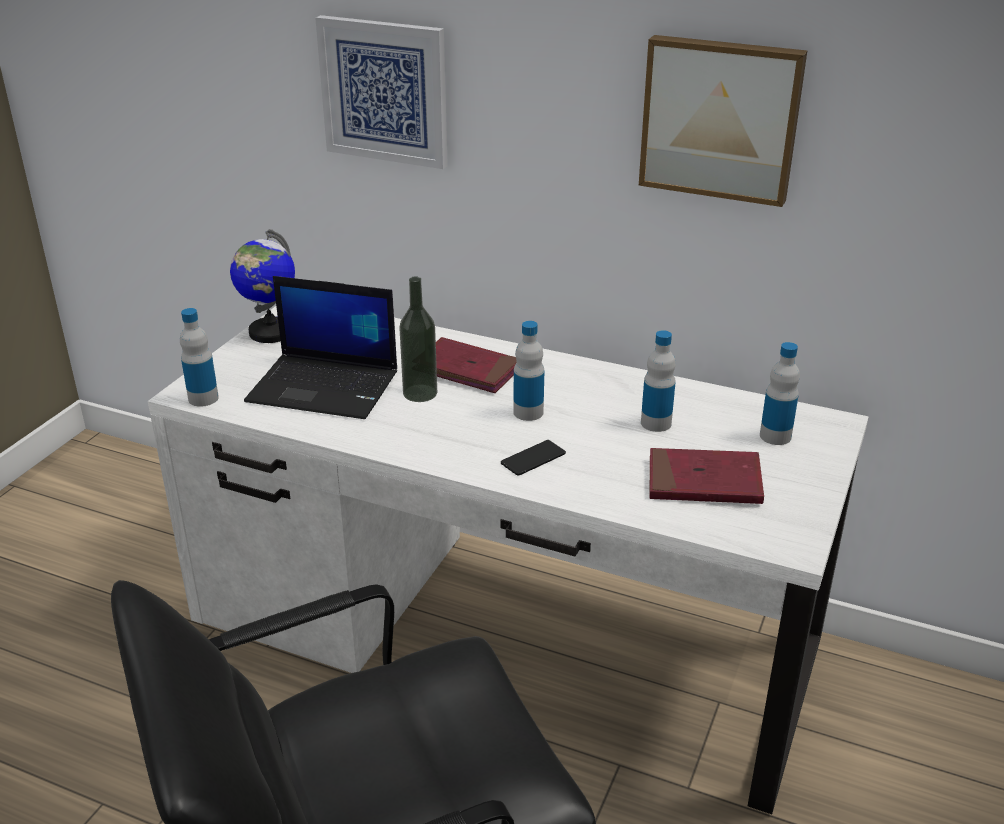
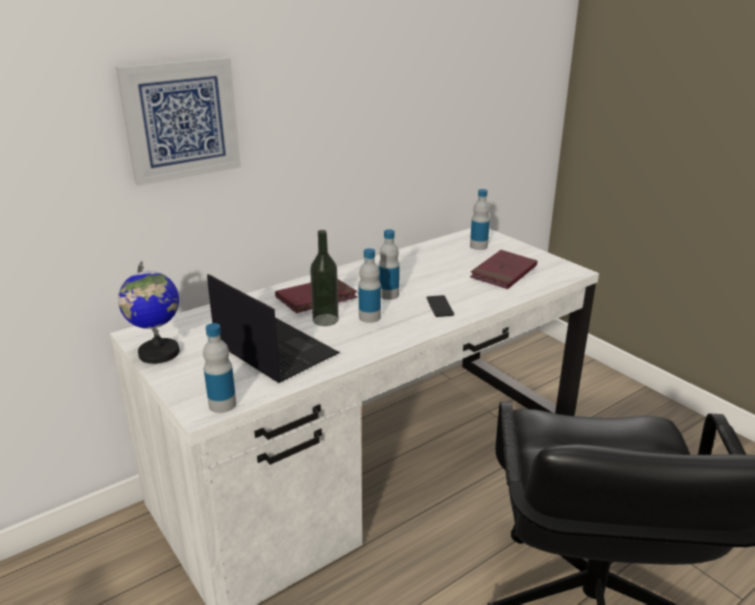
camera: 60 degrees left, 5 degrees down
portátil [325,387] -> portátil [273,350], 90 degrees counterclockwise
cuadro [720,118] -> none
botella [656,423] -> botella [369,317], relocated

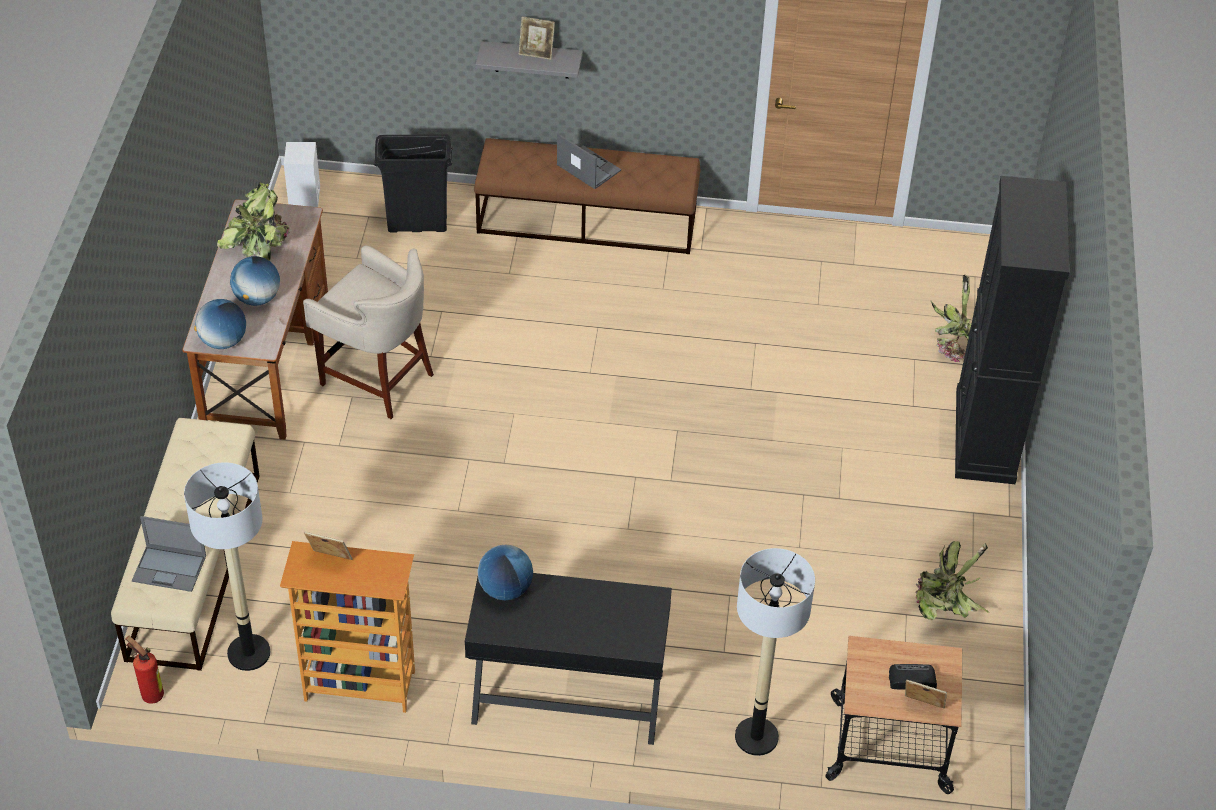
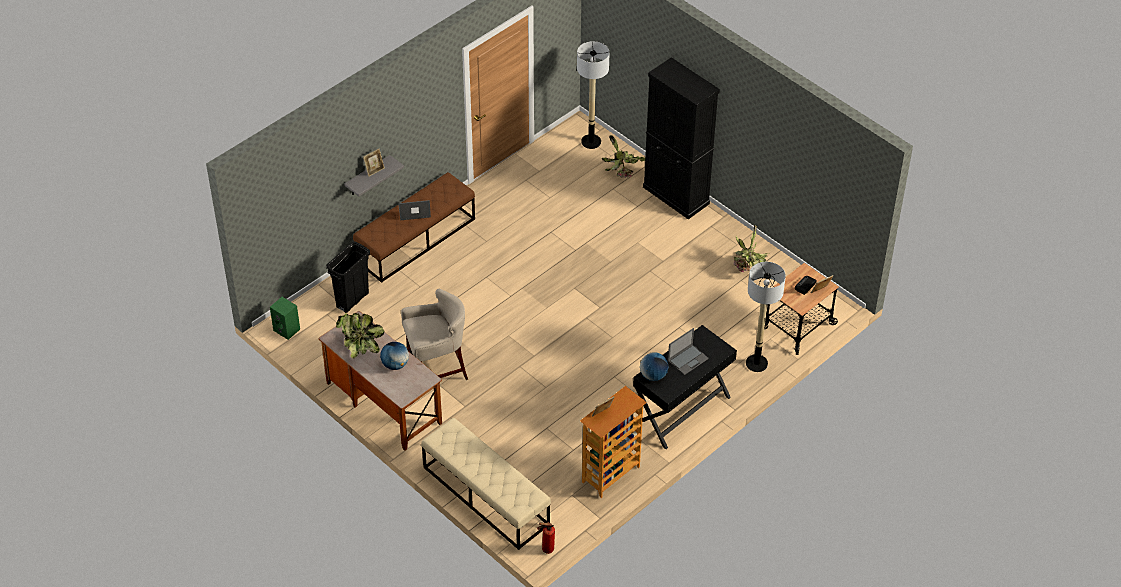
camera: 50 degrees left, 0 degrees up
portátil [170,568] -> portátil [688,359], relocated
lámpara de pie [249,653] -> lámpara de pie [591,142], relocated
globo terráqueo [223,341] -> none
altavoz (blanco) [305,197] -> altavoz (verde) [287,330]

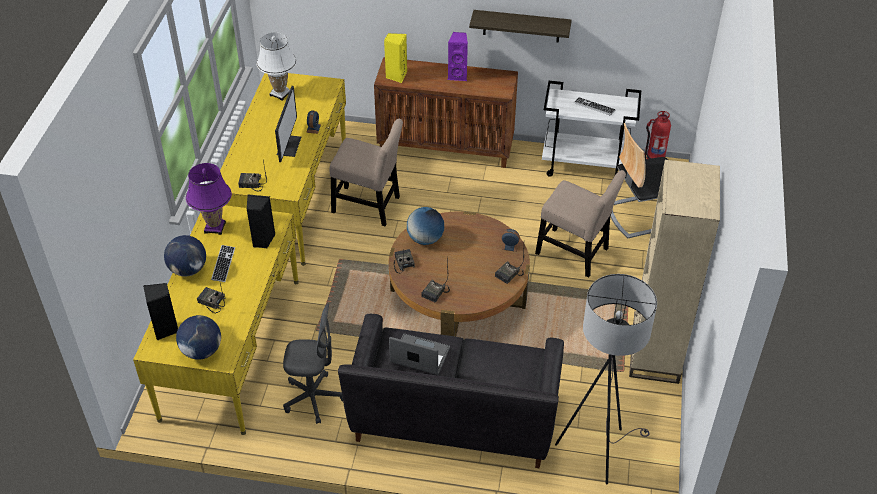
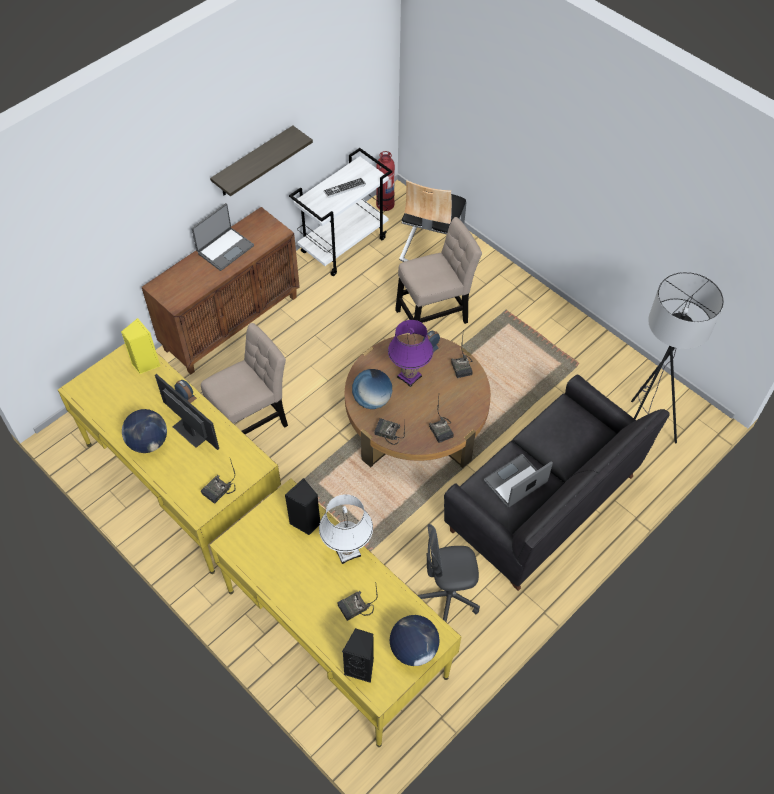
camera: 55 degrees left, 10 degrees up
globo terráqueo [188,269] -> globo terráqueo [148,442], relocated
lámpara de mesa (morado) [215,228] -> lámpara de mesa (morado) [409,377], relocated
teclado [223,264] -> none
lámpara de mesa (blanco) [280,94] -> lámpara de mesa (blanco) [347,551], relocated
silla de oficina (gris) [313,398] -> silla de oficina (gris) [447,597], 135 degrees counterclockwise
altavoz (amarillo) [396,75] -> altavoz (amarillo) [145,364], relocated
altavoz (morado) [458,75] -> portátil [225,249]
estantería (beis) [655,353] -> none

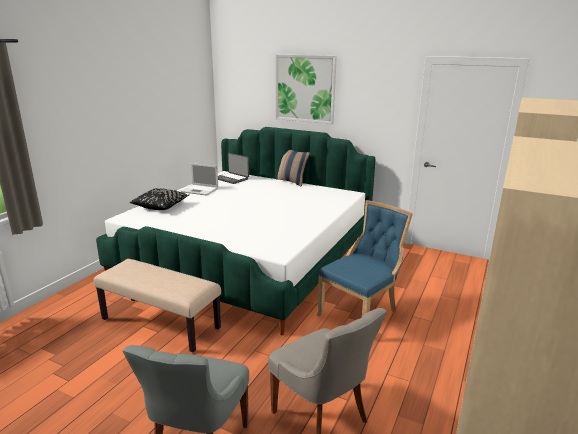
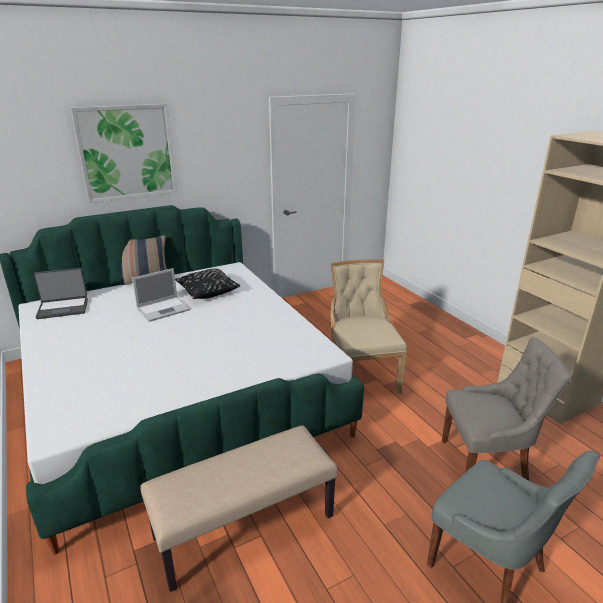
camera: 55 degrees left, 5 degrees up
cojín (negro) [161,206] -> cojín (negro) [207,291], relocated
portátil [200,190] -> portátil [164,309], relocated
silla (azul) [361,313] -> silla (beis) [361,375]

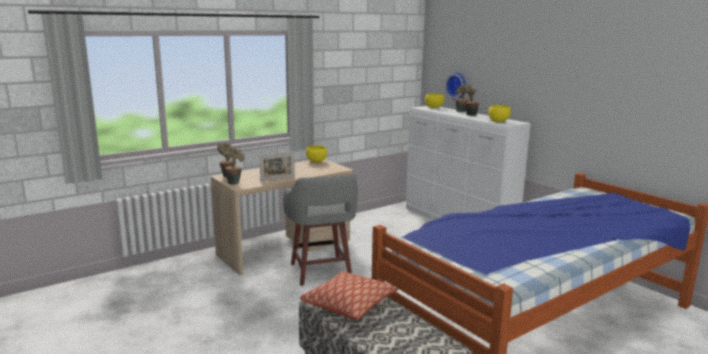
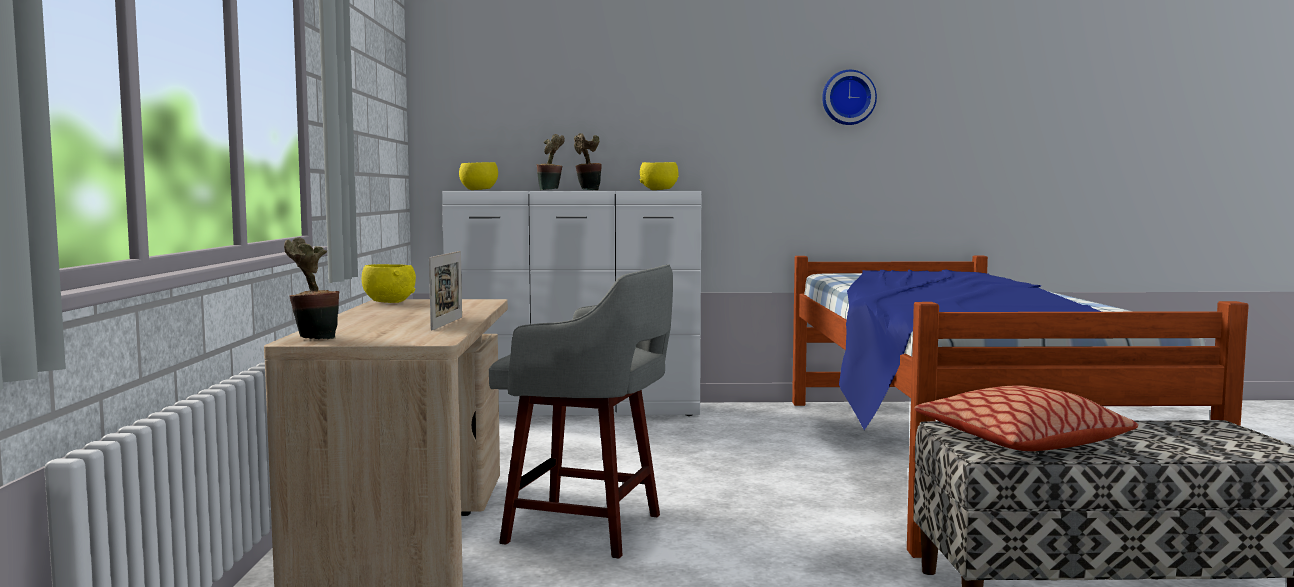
camera: 55 degrees left, 10 degrees down
planta en maceta [234,182] -> none
reloj de pared [457,85] -> reloj de pared [848,97], relocated

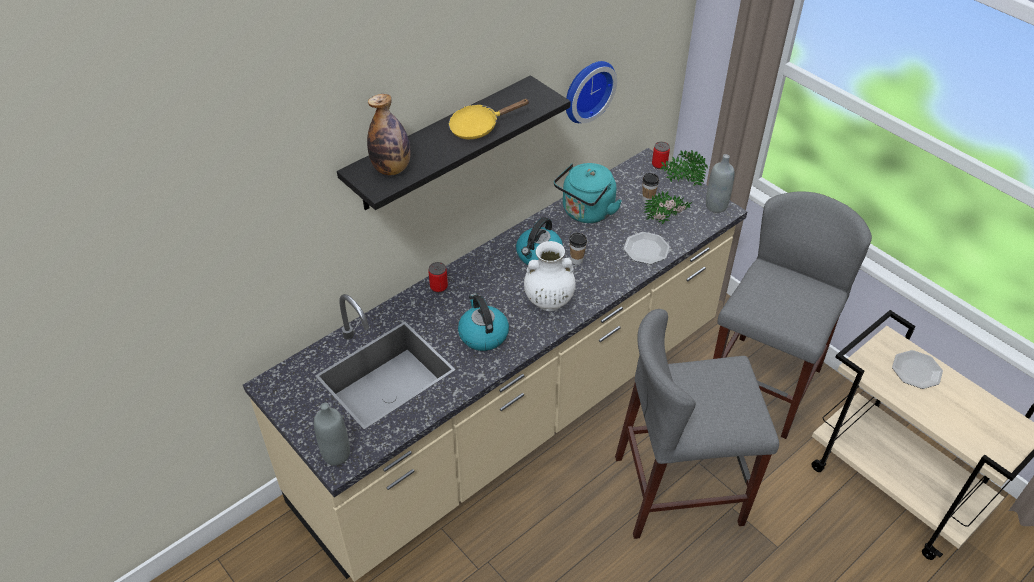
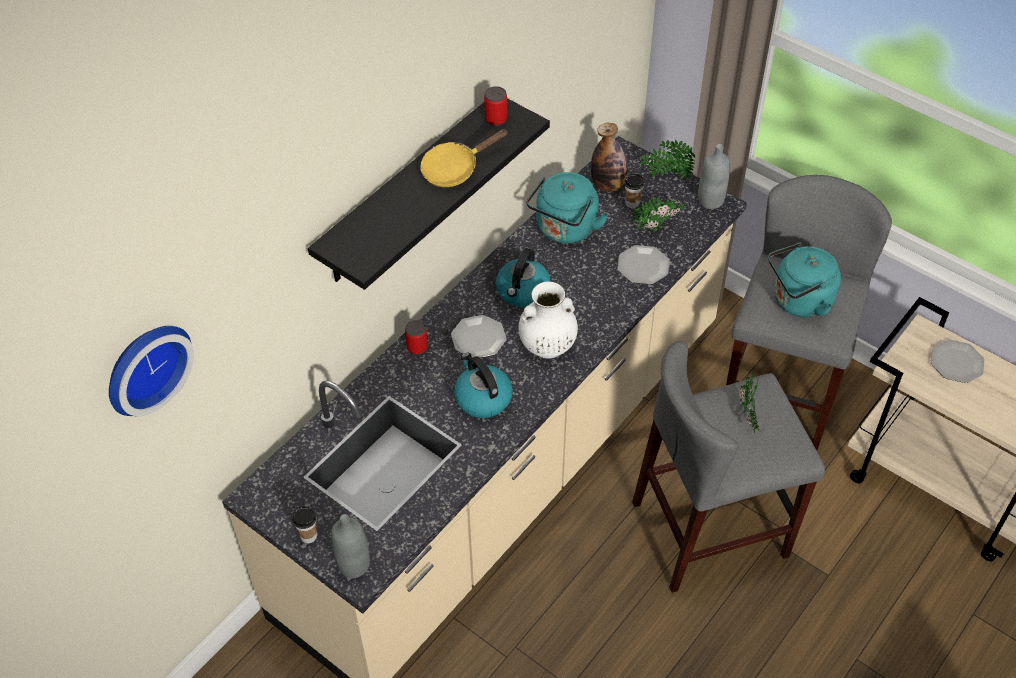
camera: 10 degrees left, 5 degrees up
botella [391,169] -> botella [608,184], relocated
reloj de pared [586,89] -> reloj de pared [144,366], relocated
taza [576,260] -> taza [308,536], relocated
lata [659,165] -> lata [496,119], relocated
none -> plato [479,338]
none -> planta en maceta [747,418]
none -> hervidor (turquesa) [798,301]

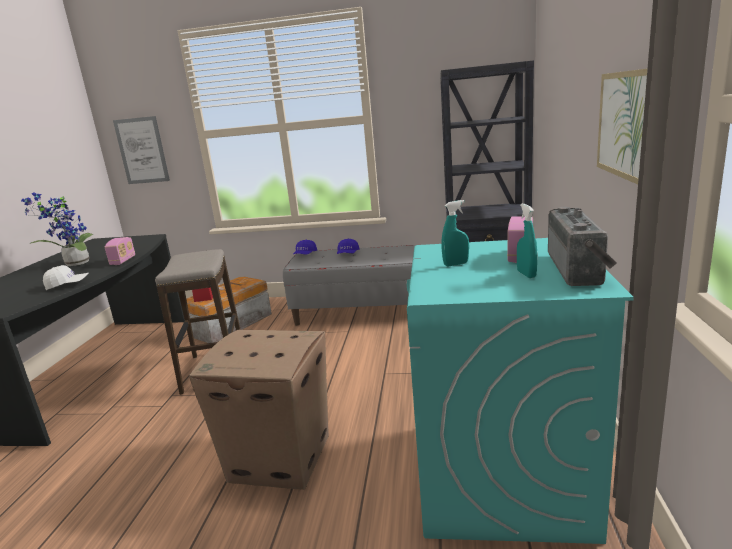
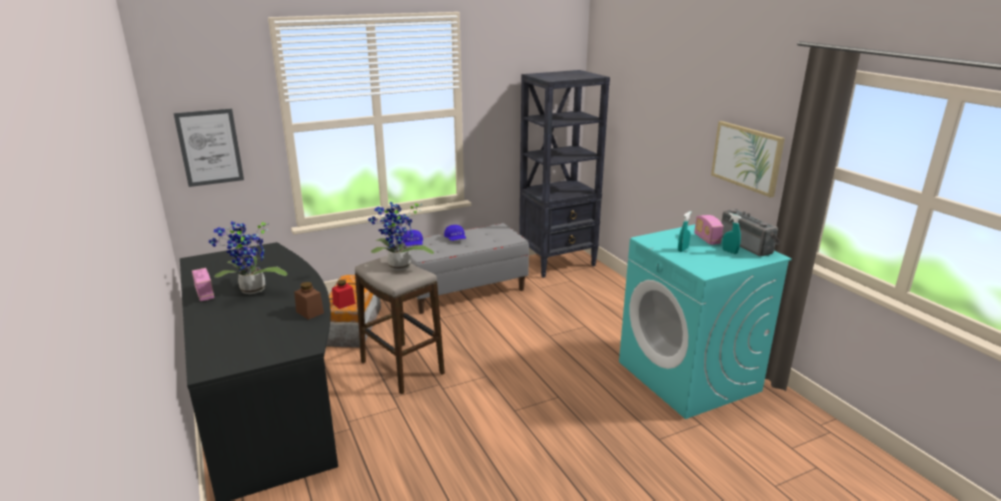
camera: 35 degrees left, 5 degrees up
gorra (blanco) [68,285] -> tarro (marrón) [310,312]
radio [123,261] -> radio [205,294], relocated
caja de cartón [281,457] -> none
none -> planta en maceta [398,268]

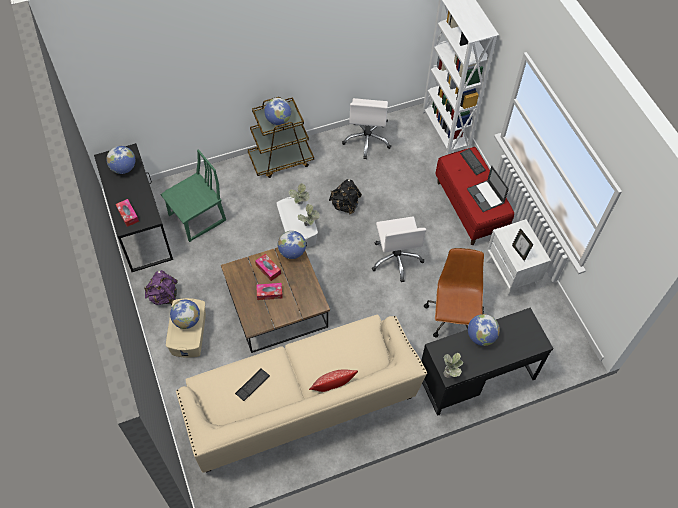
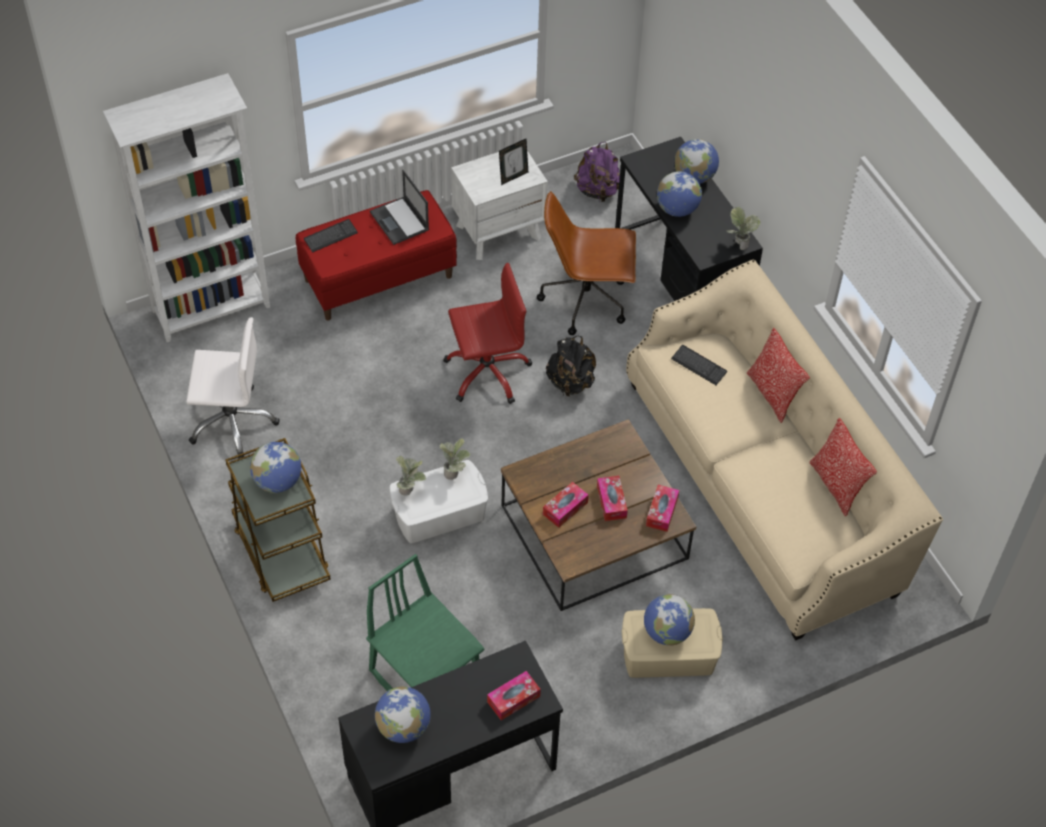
camera: 95 degrees left, 5 degrees down
mochila (morado) [163,296] -> mochila (morado) [597,191], relocated
teclado [252,385] -> teclado [699,366], relocated
globo terráqueo [292,252] -> globo terráqueo [694,177], relocated
mochila (negro) [345,205] -> mochila (negro) [570,382], relocated
silla de oficina (blanco) [396,259] -> silla de oficina (rojo) [487,372]
portátil [486,196] -> portátil [400,221], 90 degrees clockwise
none -> caja de pañuelos [662,512]
none -> cojín [836,485]

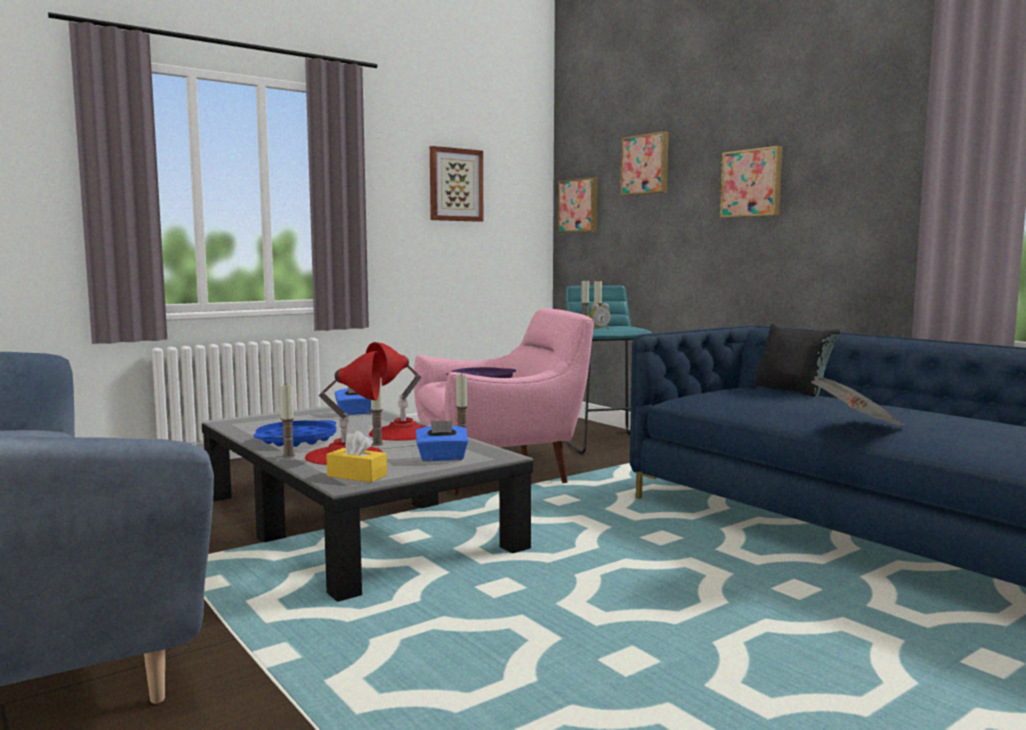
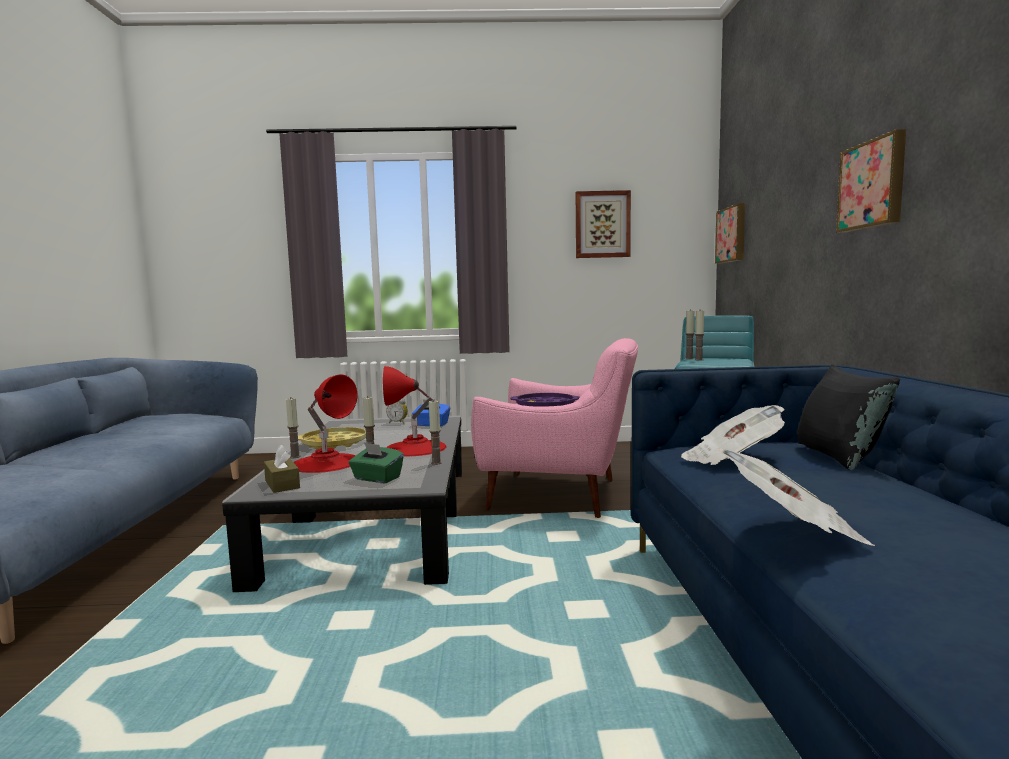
camera: 35 degrees right, 0 degrees up
bandeja (azul) [296,440] -> bandeja (amarillo) [335,443]
caja de pañuelos (amarillo) [357,476] -> caja de pañuelos (marrón) [282,484]
caja de pañuelos (azul) [442,458] -> caja de pañuelos (verde) [377,478]
despertador [599,329] -> despertador [398,423], relocated
cuadro [646,164] -> none
none -> periódico [731,460]

